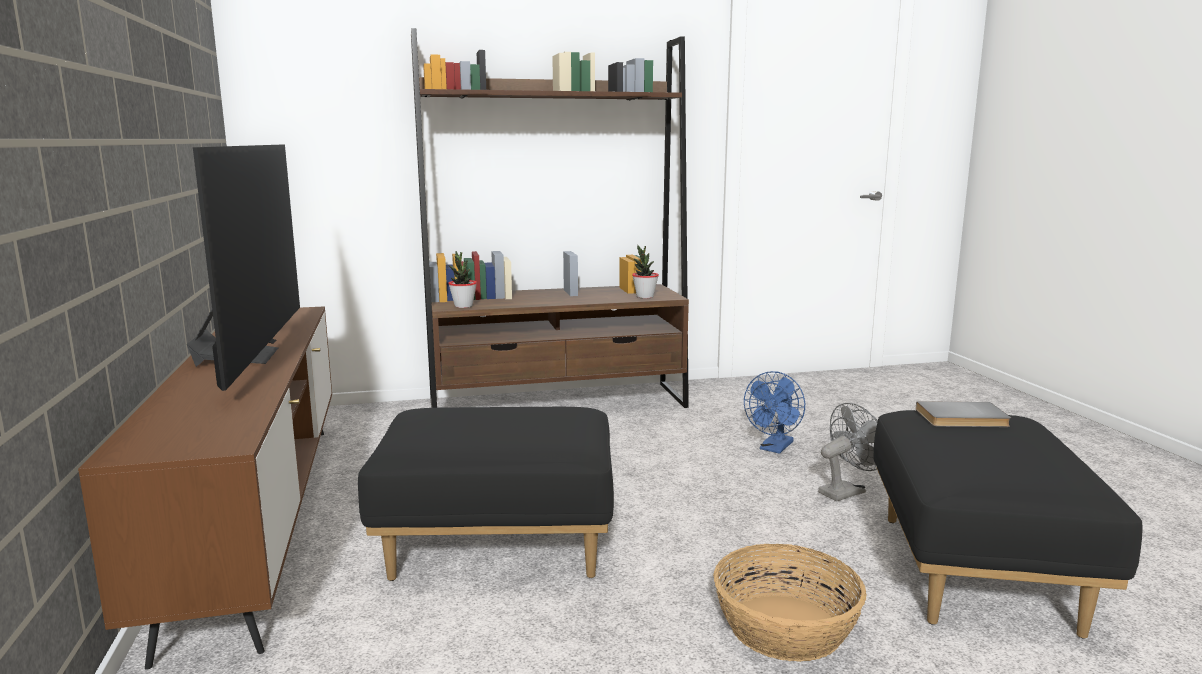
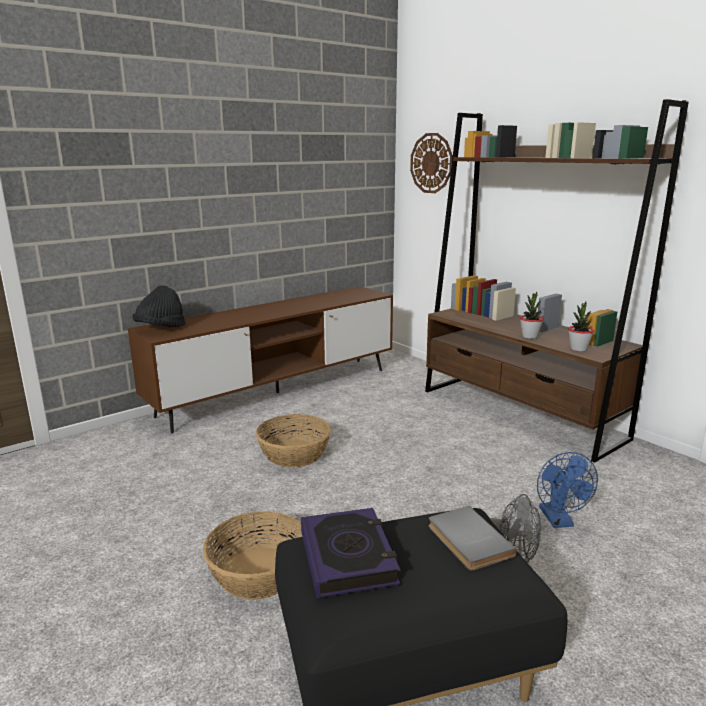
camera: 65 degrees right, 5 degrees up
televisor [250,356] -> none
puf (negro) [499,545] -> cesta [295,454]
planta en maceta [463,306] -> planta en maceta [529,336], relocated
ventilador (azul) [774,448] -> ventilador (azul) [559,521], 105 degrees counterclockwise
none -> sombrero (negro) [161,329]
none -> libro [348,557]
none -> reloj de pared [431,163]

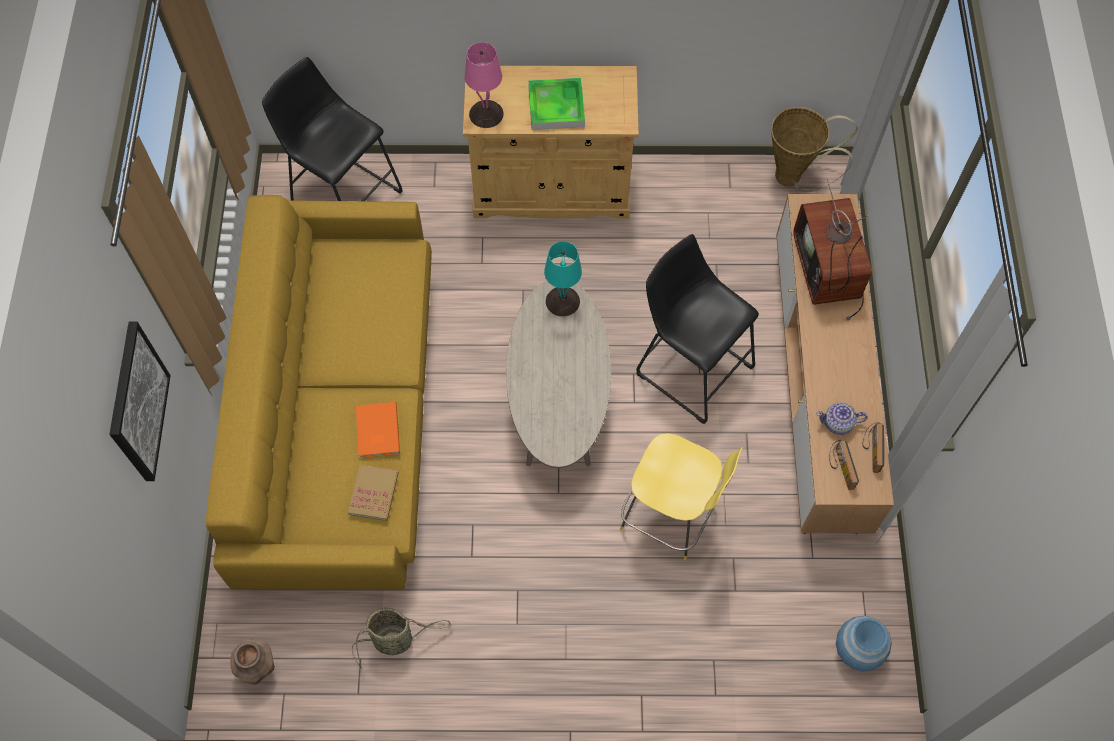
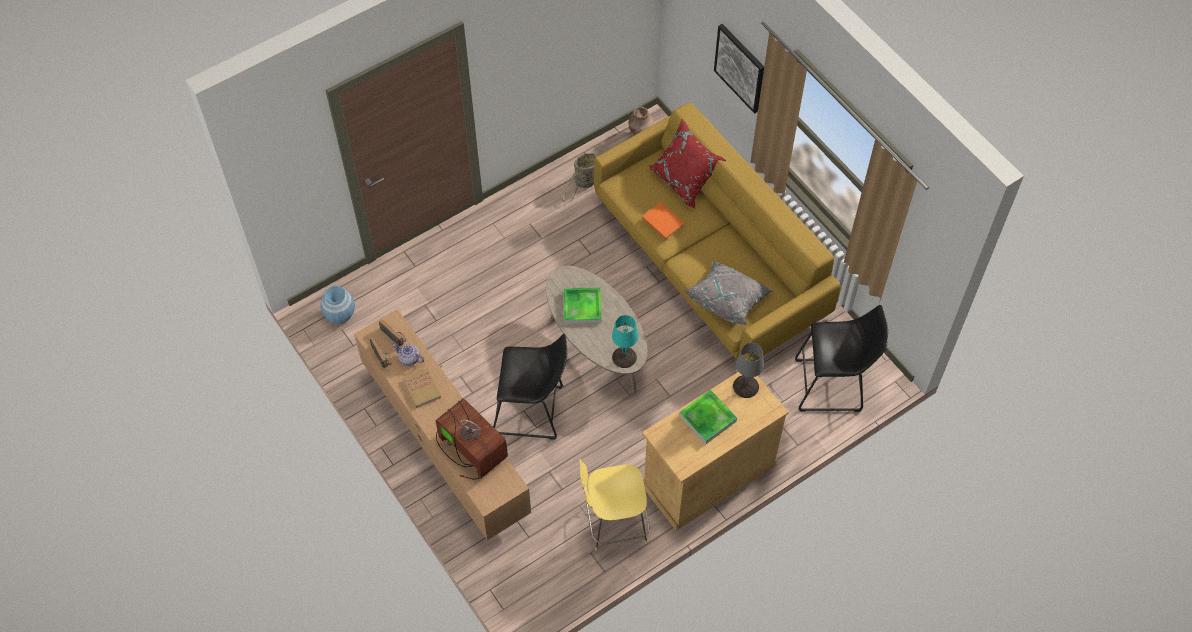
camera: 145 degrees right, 5 degrees down
libro [373,493] -> libro [421,389], relocated
lámpara de mesa (rosa) [485,114] -> lámpara de mesa (gris) [746,386]
taburete (amarillo) [670,516] -> taburete (amarillo) [614,523], relocated
cesta [794,178] -> none
tetera [838,423] -> tetera [409,359], 120 degrees counterclockwise
none -> bandeja [582,307]
none -> cojín (rojo) [685,180]
none -> cojín (gris) [728,299]

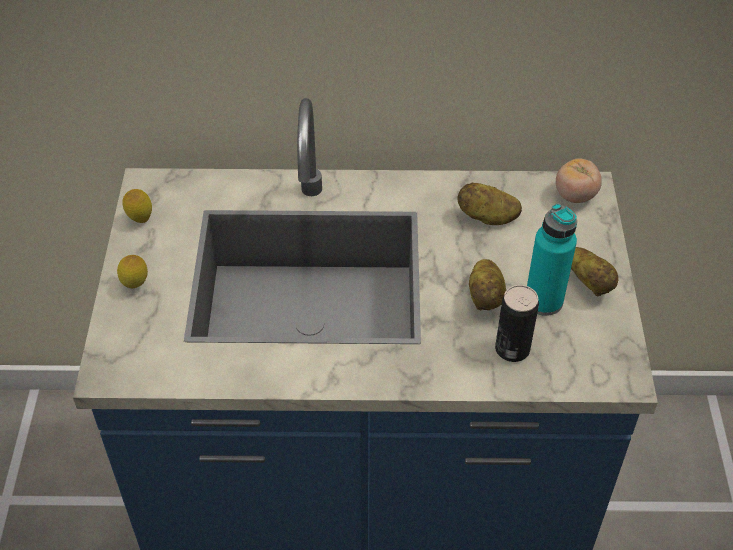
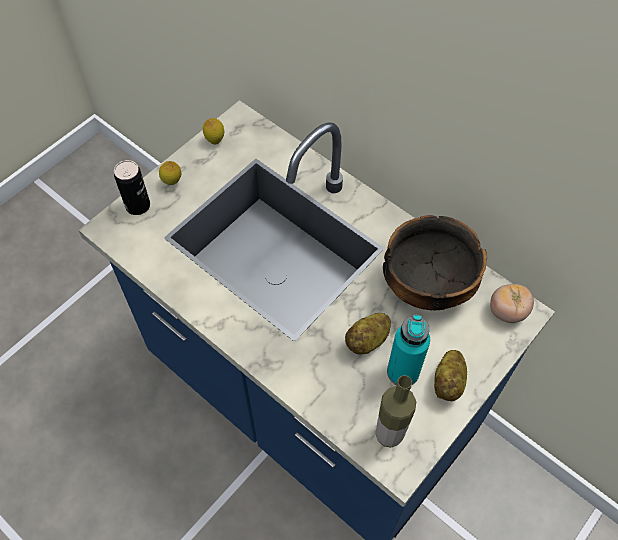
camera: 40 degrees right, 10 degrees up
patata [487,217] -> cuenco [427,285]
lata [512,349] -> lata [138,206], relocated
none -> botella [389,434]

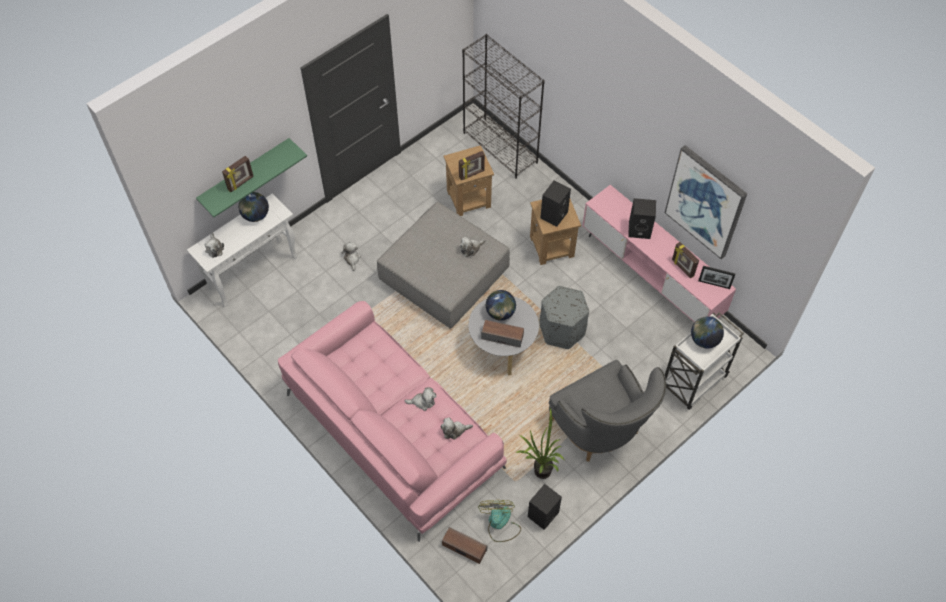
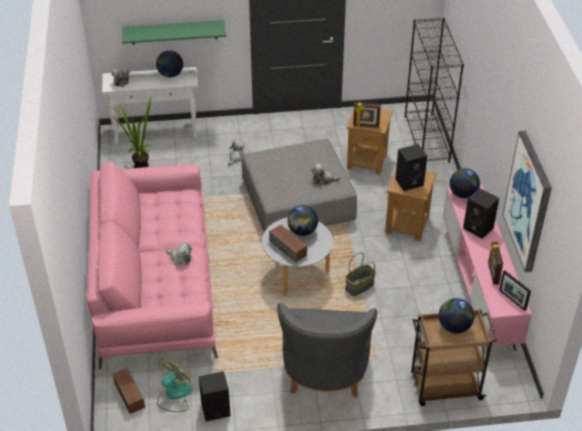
camera: 35 degrees right, 15 degrees down
portarretratos [241,183] -> none
peluche [454,430] -> none
planta en maceta [538,472] -> planta en maceta [138,166], relocated
puf (gris) [562,330] -> cesta [359,287]
carrito (blanco) [693,382] -> carrito (marrón) [444,387]
none -> globo terráqueo [462,194]

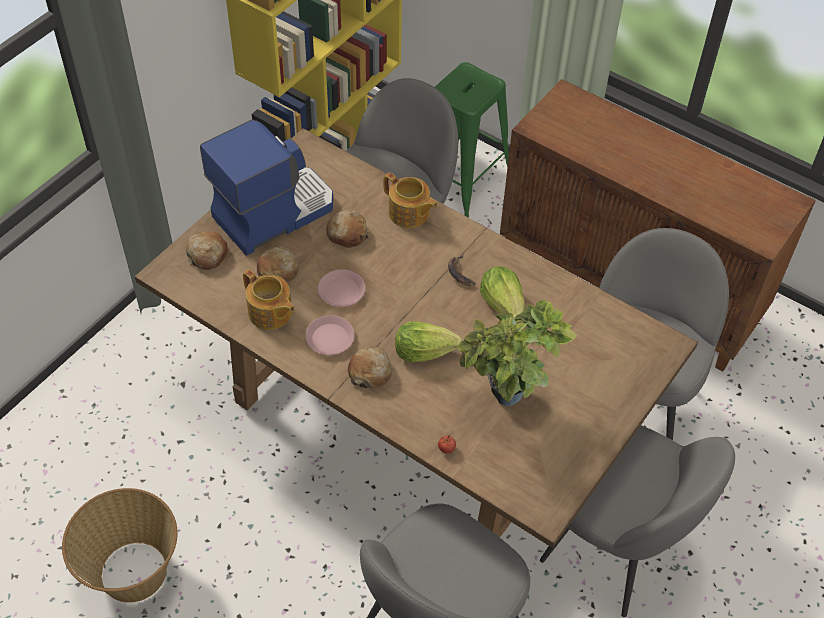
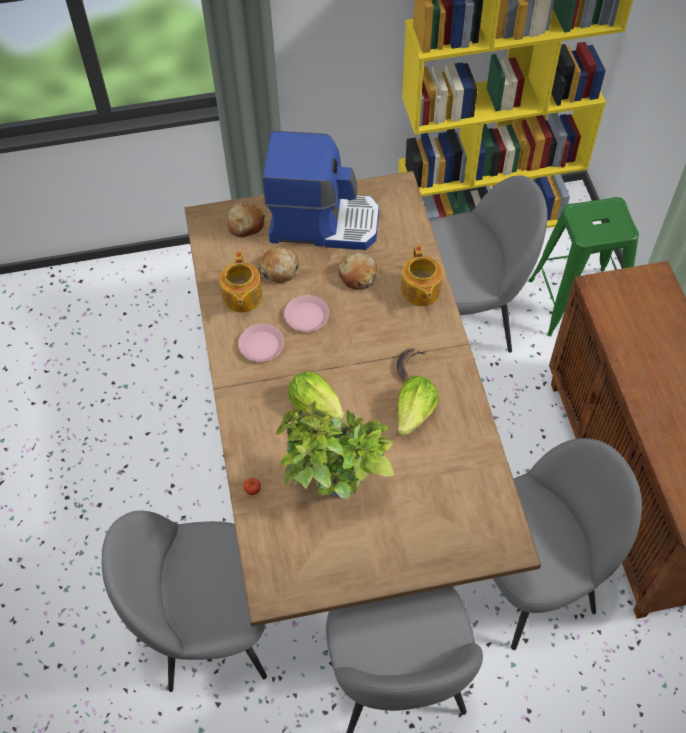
camera: 45 degrees right, 5 degrees up
cesta [133,573] -> none
pan [370,372] -> none

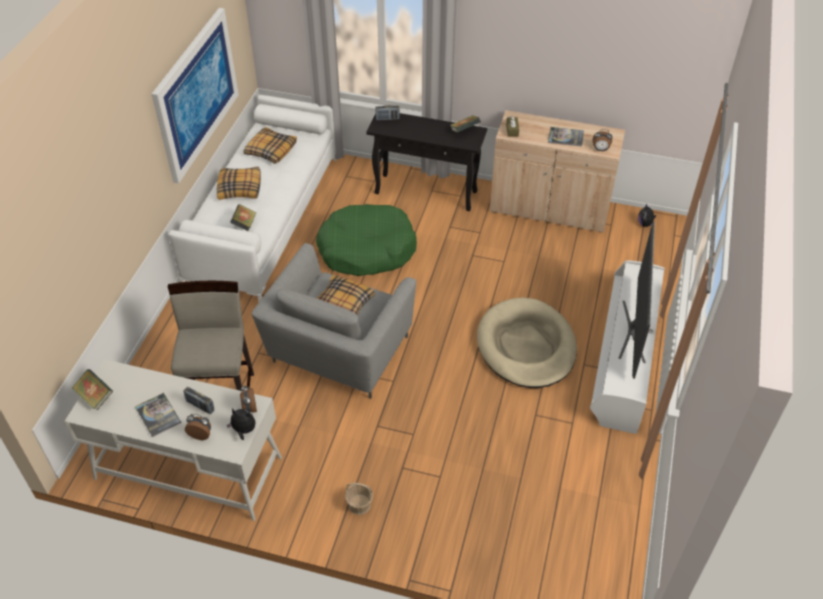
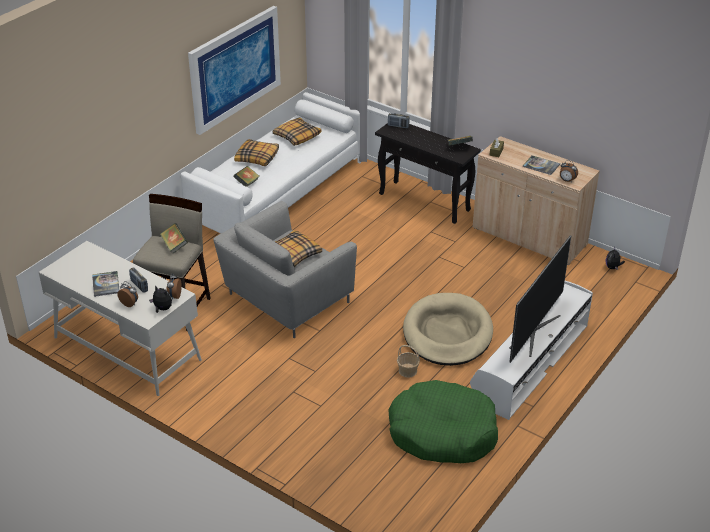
camera: 20 degrees right, 10 degrees down
libro [95,396] -> libro [174,245], relocated
cama para perro (verde) [366,249] -> cama para perro (verde) [442,432], relocated
cesta [359,505] -> cesta [408,371], relocated

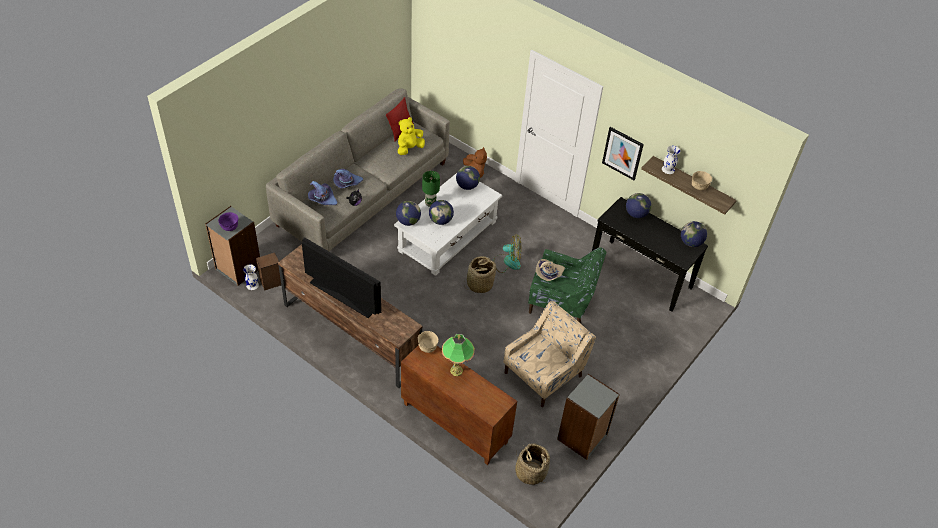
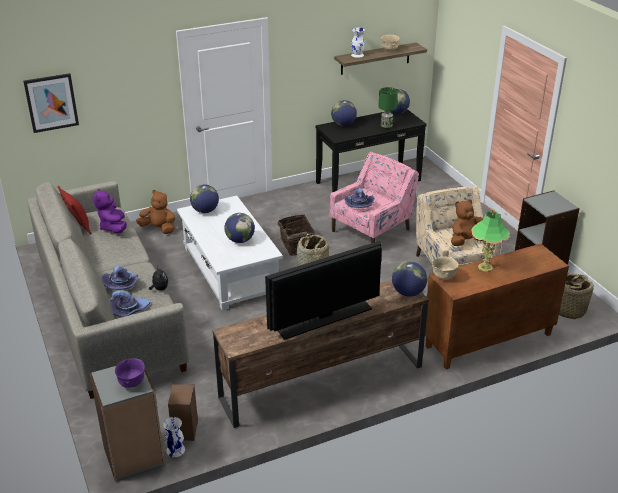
camera: 60 degrees left, 15 degrees down
globo terráqueo [408,221] -> globo terráqueo [408,293], relocated
peluche (amarillo) [409,148] -> peluche (morado) [113,227]
lámpara de mesa (verde) [430,203] -> lámpara de mesa (verde) [386,126], relocated
ventilador [507,262] -> cesta [296,245]
sillón (verde) [562,302] -> sillón (rosa) [372,230]
sombrero (beis) [549,273] -> sombrero (morado) [358,205]
cuadro [622,153] -> cuadro [51,102], relocated
none -> peluche (marrón) [465,241]

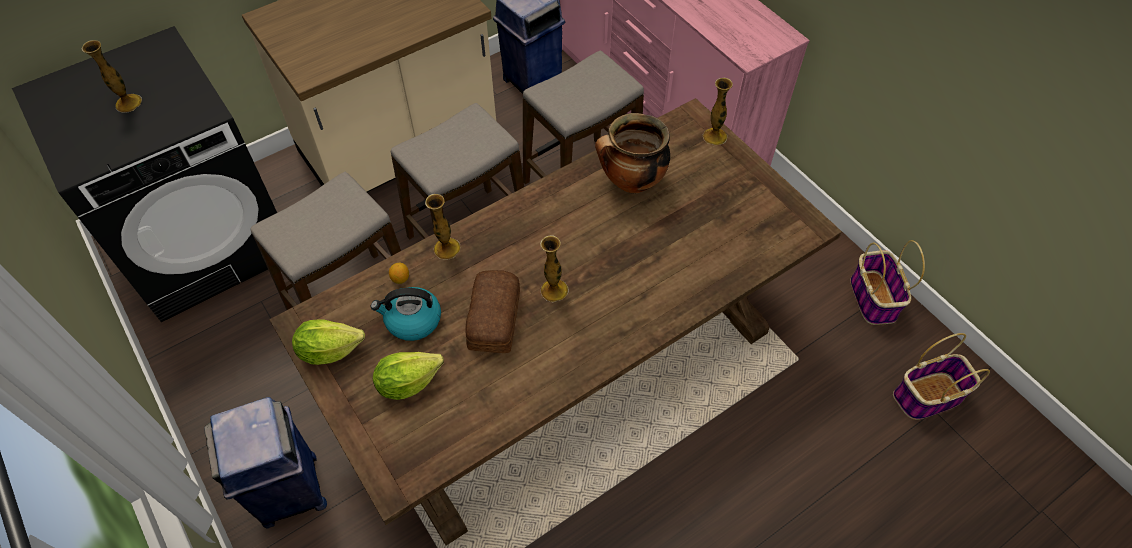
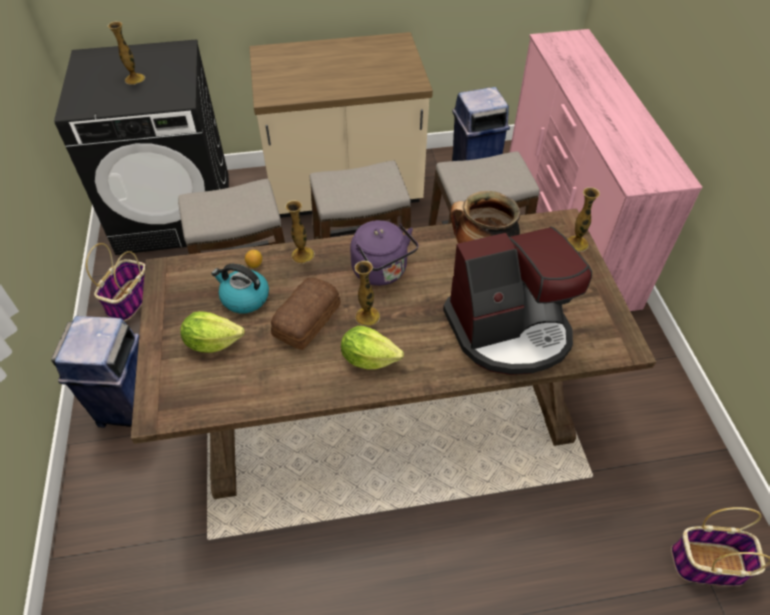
camera: 25 degrees right, 5 degrees down
lechuga [329,350] -> lechuga [368,358], relocated
cesta [872,297] -> cesta [130,299], relocated
none -> hervidor (morado) [382,272]
none -> cafetera [509,330]

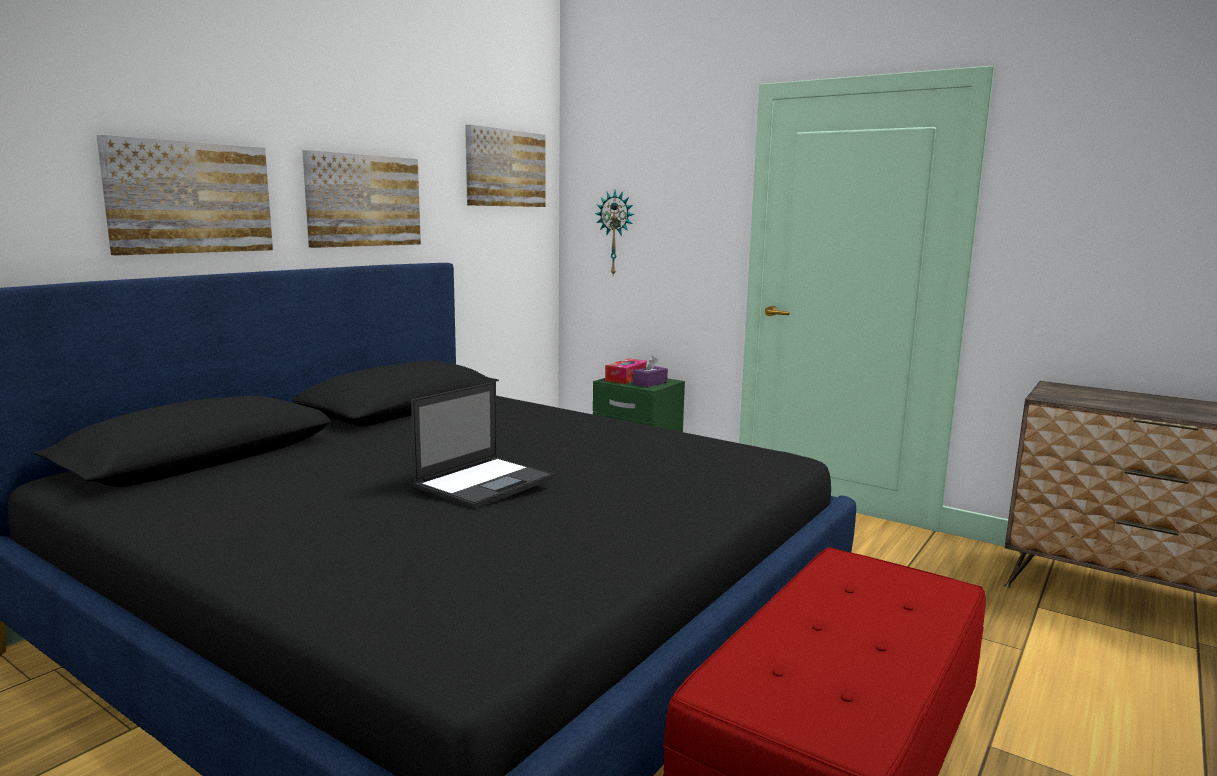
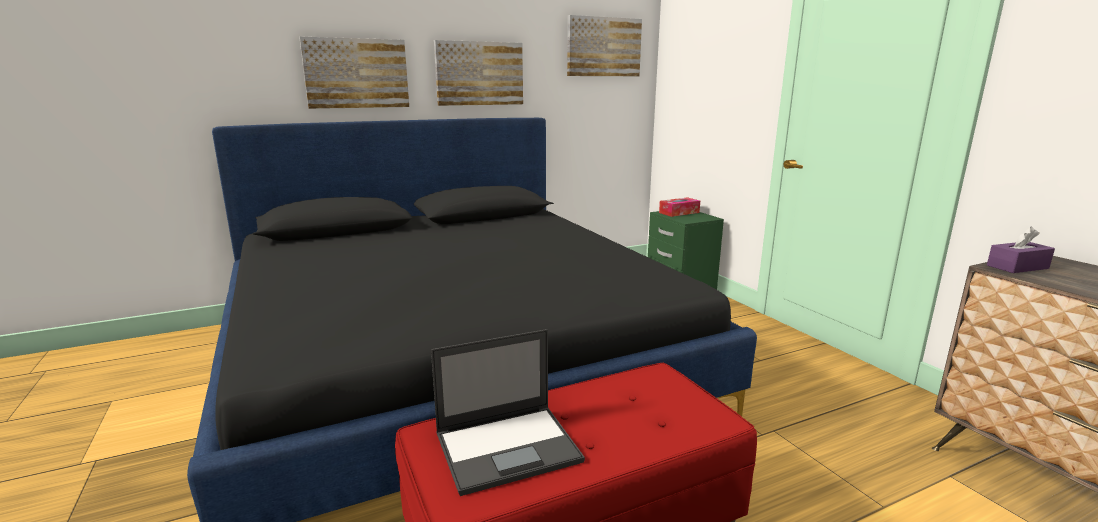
camera: 30 degrees right, 5 degrees up
portátil [486,482] -> portátil [509,447], relocated
reloj de pared [616,233] -> none
caja de pañuelos (morado) [650,383] -> caja de pañuelos (morado) [1017,267], relocated

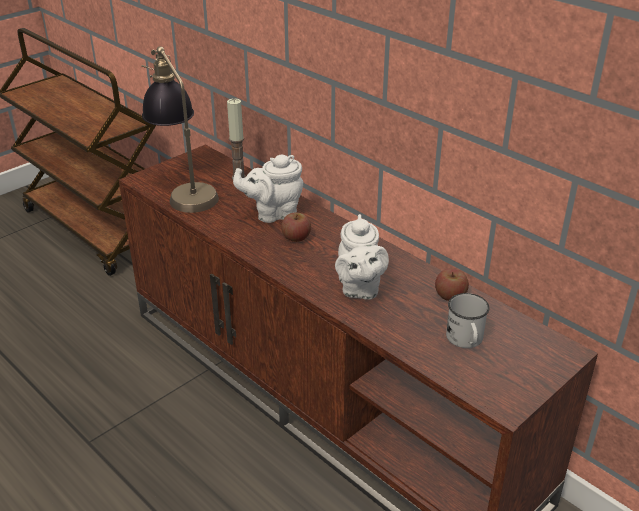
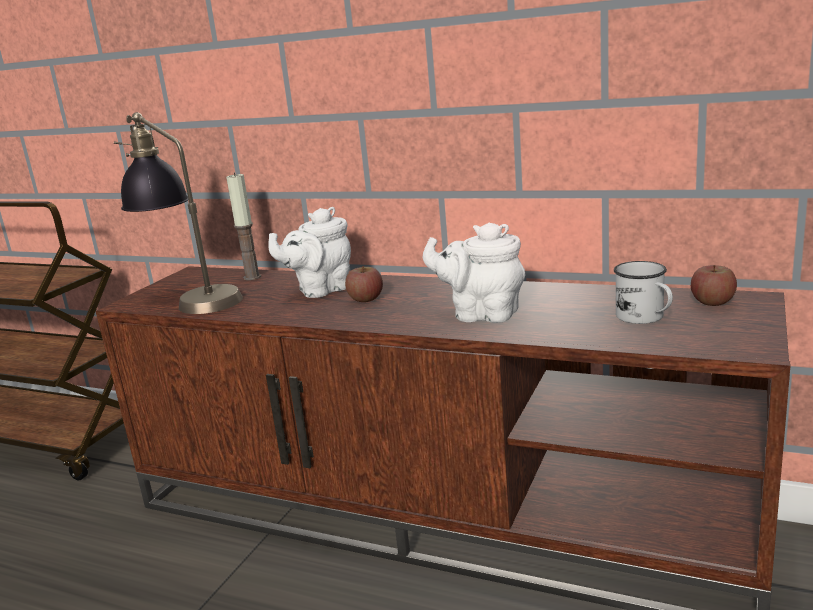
camera: 20 degrees left, 15 degrees down
tetera (blanco) [359,288] -> tetera (blanco) [481,314], 135 degrees clockwise
manzana [450,296] -> manzana [712,302], relocated

